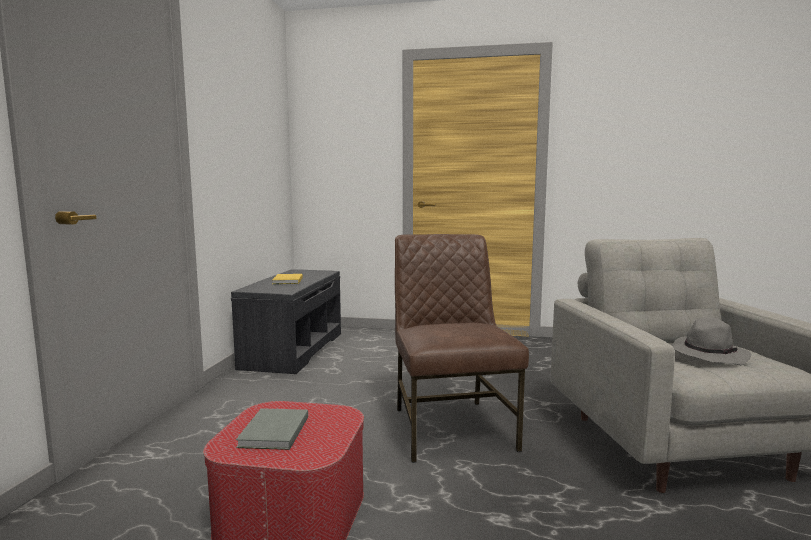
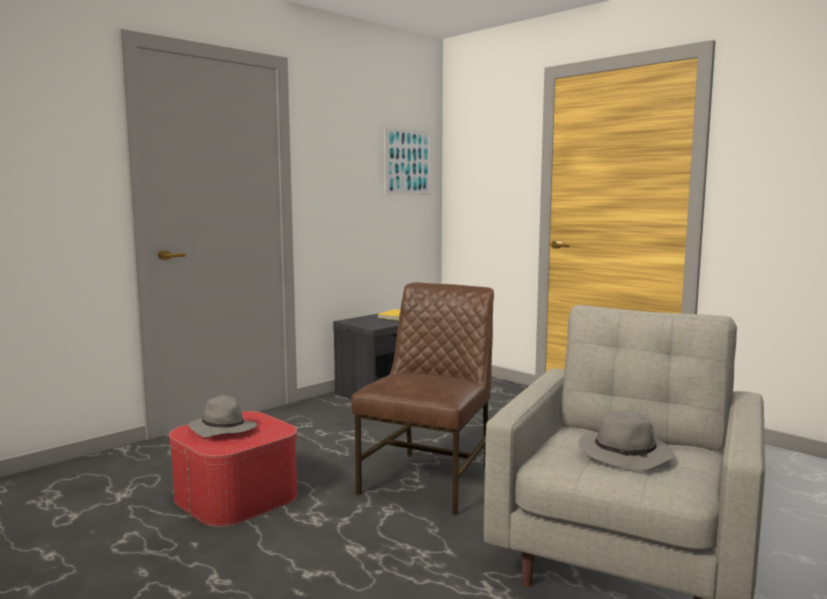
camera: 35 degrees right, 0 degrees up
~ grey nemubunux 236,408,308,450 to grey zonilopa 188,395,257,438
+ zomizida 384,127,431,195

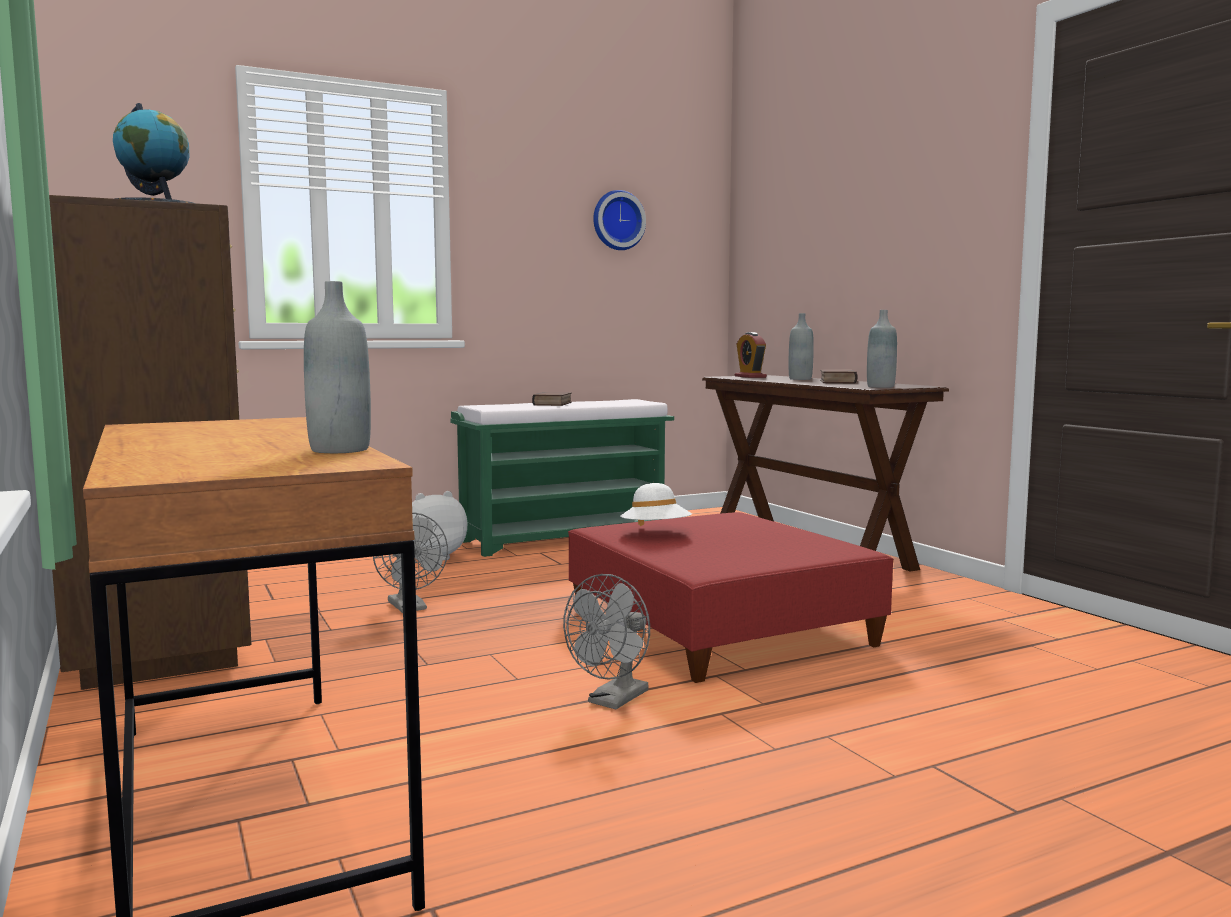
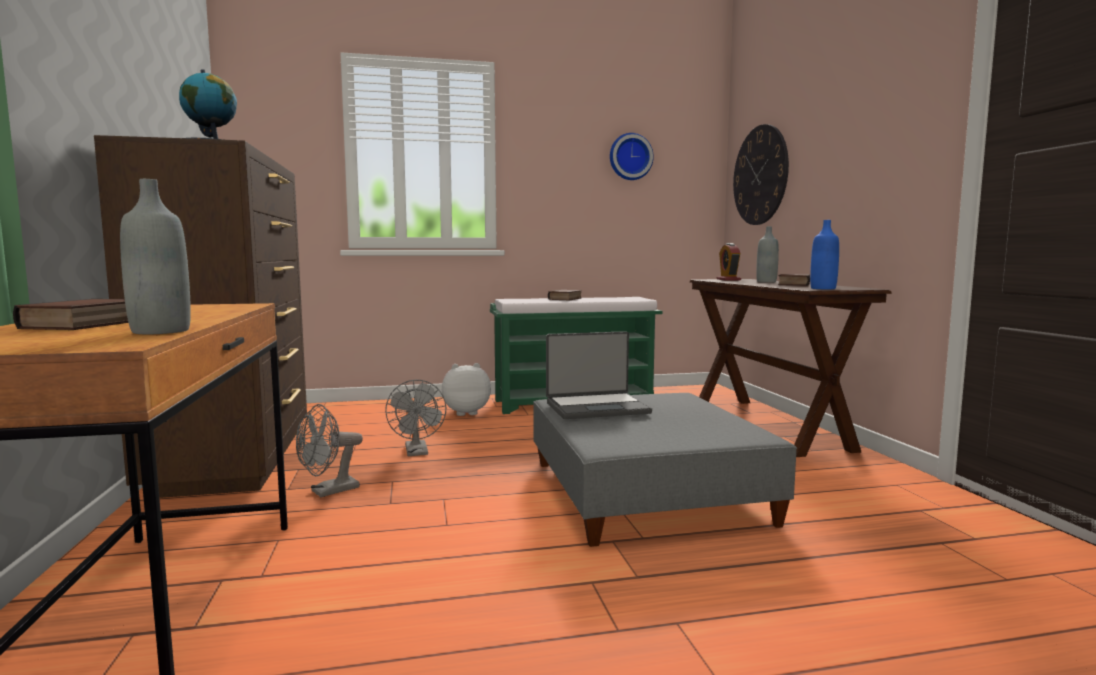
camera: 15 degrees right, 0 degrees up
+ nemubunux 13,299,128,330
~ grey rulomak 563,574,650,709 to 296,404,363,497
~ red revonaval 568,512,894,683 to grey revonaval 533,393,797,547
~ white zonilopa 620,483,692,526 to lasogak 546,331,652,419
+ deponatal 733,124,789,225
~ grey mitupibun 867,310,897,388 to blue mitupibun 810,220,839,290

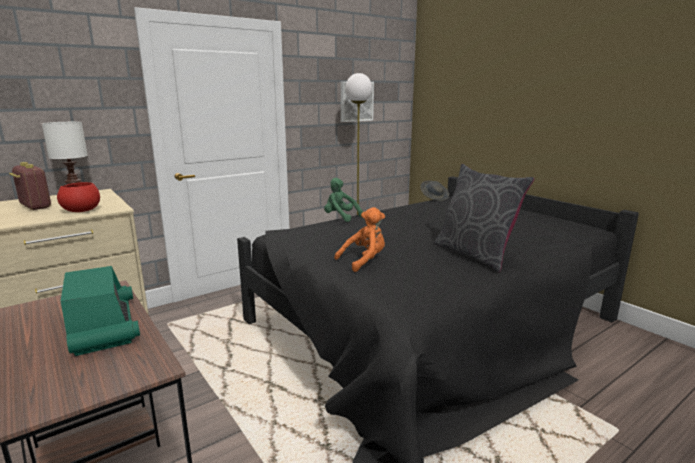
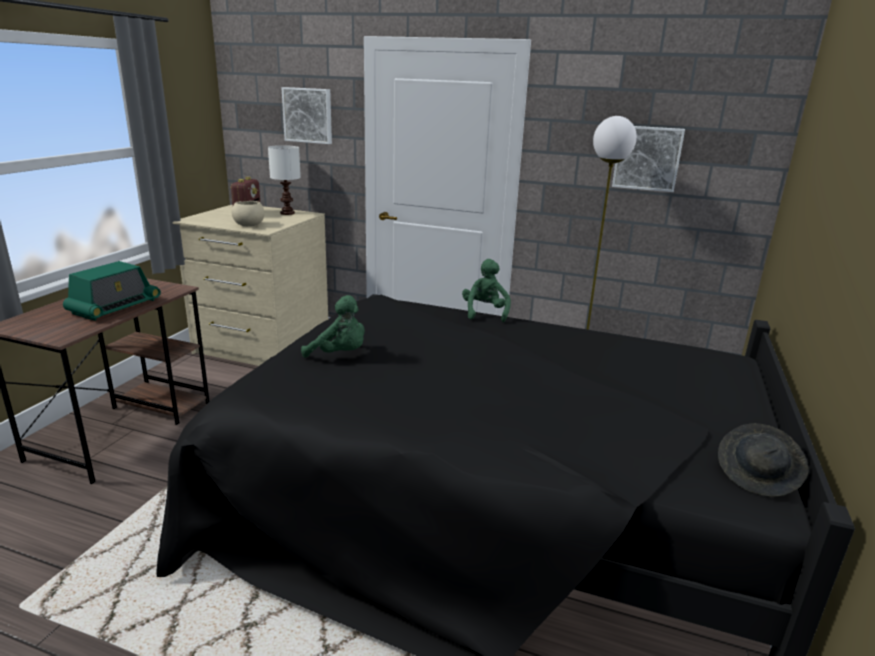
camera: 55 degrees right, 5 degrees up
~ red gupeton 57,182,100,212 to beige gupeton 231,201,264,226
+ zomizida 281,87,332,144
~ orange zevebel 334,207,385,272 to green zevebel 301,295,365,358
~ grey zonilopa 420,180,449,201 to 718,423,809,497
- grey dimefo 434,164,534,272

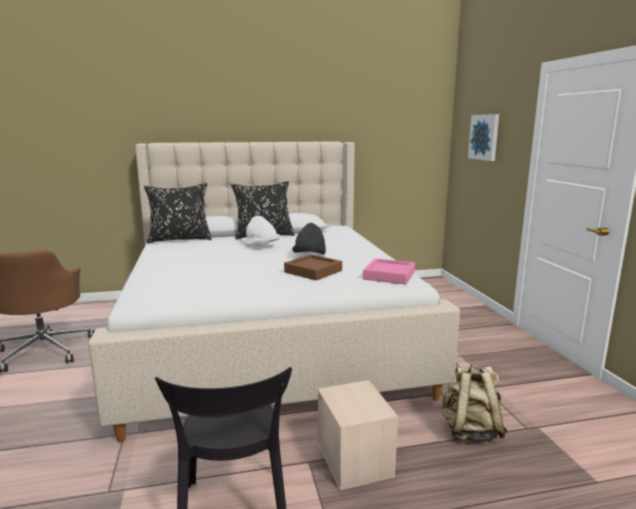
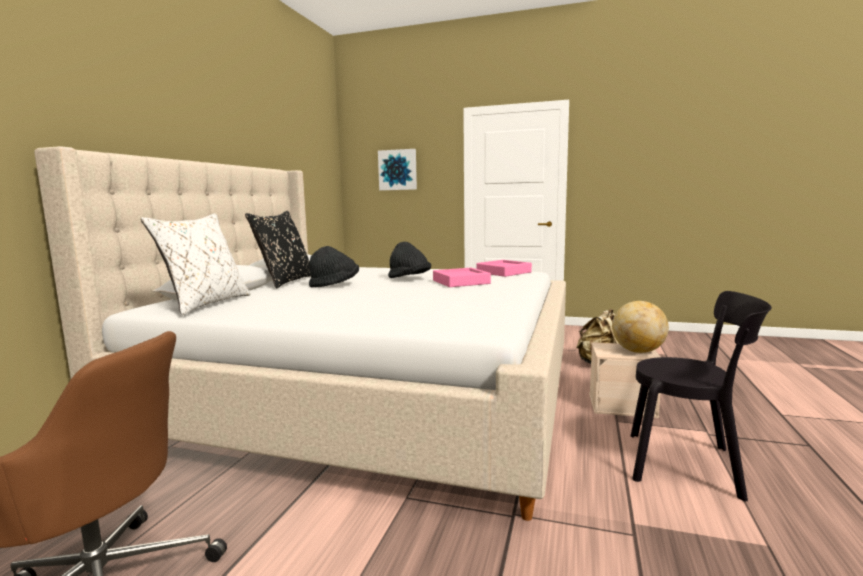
camera: 60 degrees left, 5 degrees down
~ black dimefo 144,183,212,243 to white dimefo 141,213,250,315
~ white zonilopa 245,216,280,246 to black zonilopa 309,246,359,287
~ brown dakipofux 284,254,342,280 to pink dakipofux 433,268,491,287
+ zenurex 612,301,669,353

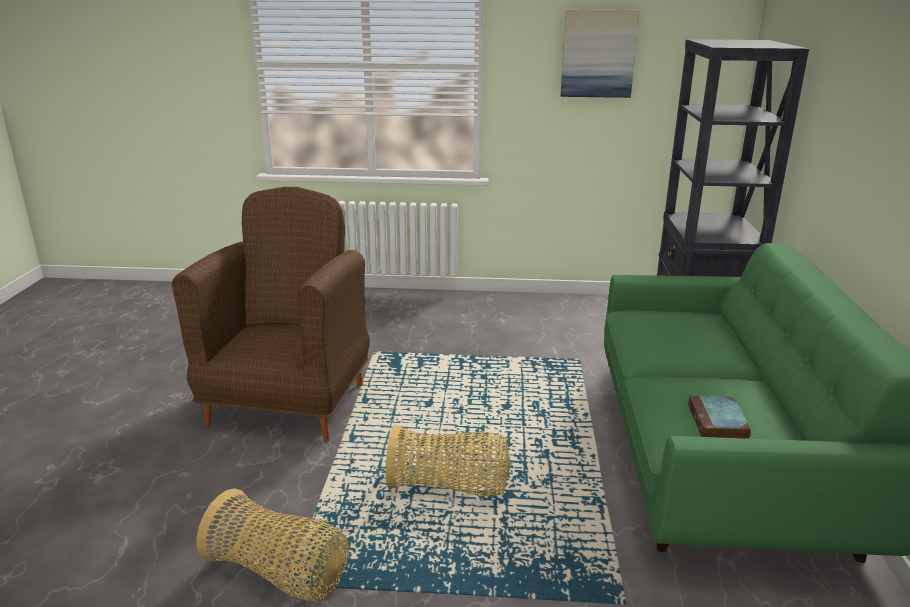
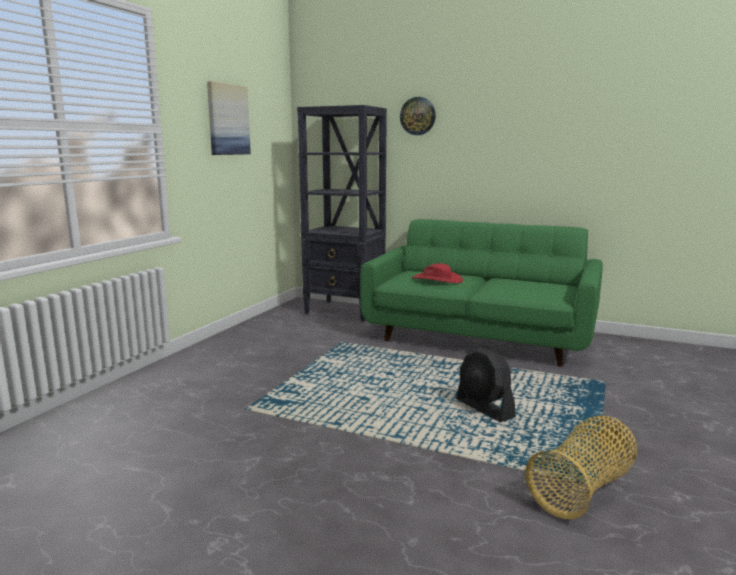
camera: 70 degrees left, 10 degrees down
+ deponatal 400,97,436,135
+ red zonilopa 412,263,463,283
~ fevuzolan 386,424,511,496 to black rulomak 456,348,516,422
- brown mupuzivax 172,187,370,441
- nemubunux 688,395,752,439

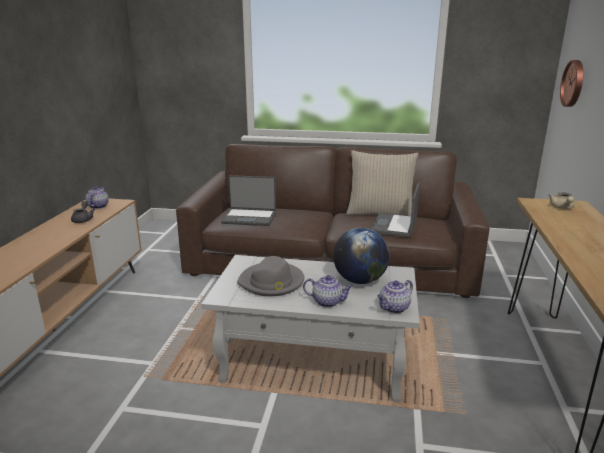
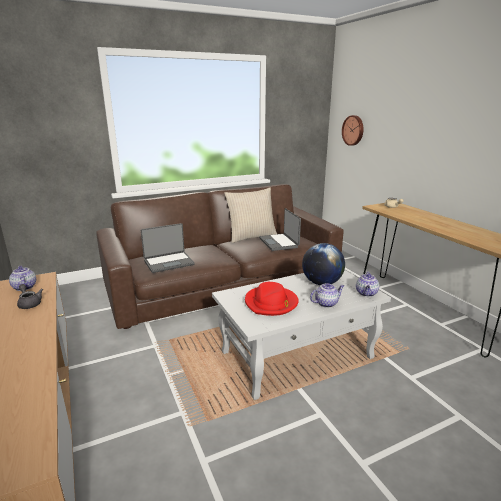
camera: 35 degrees left, 0 degrees up
~ grey zonilopa 237,256,304,296 to red zonilopa 245,282,299,316

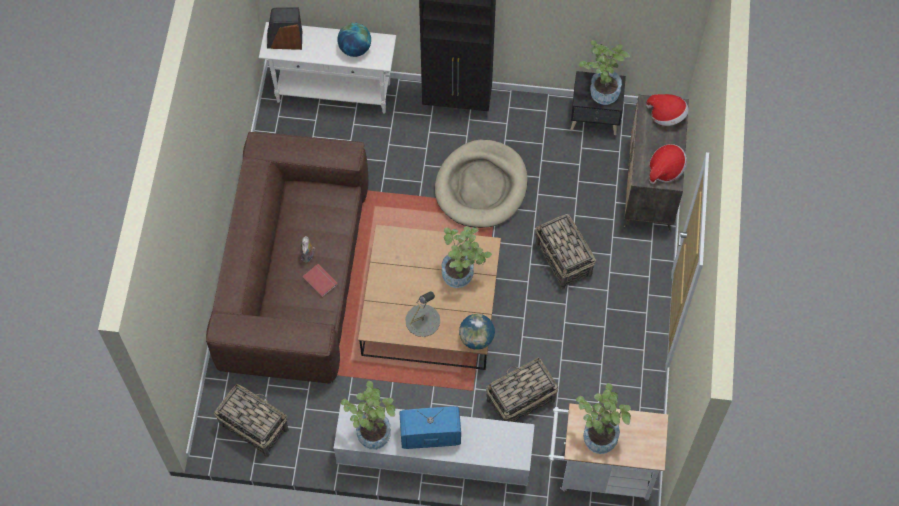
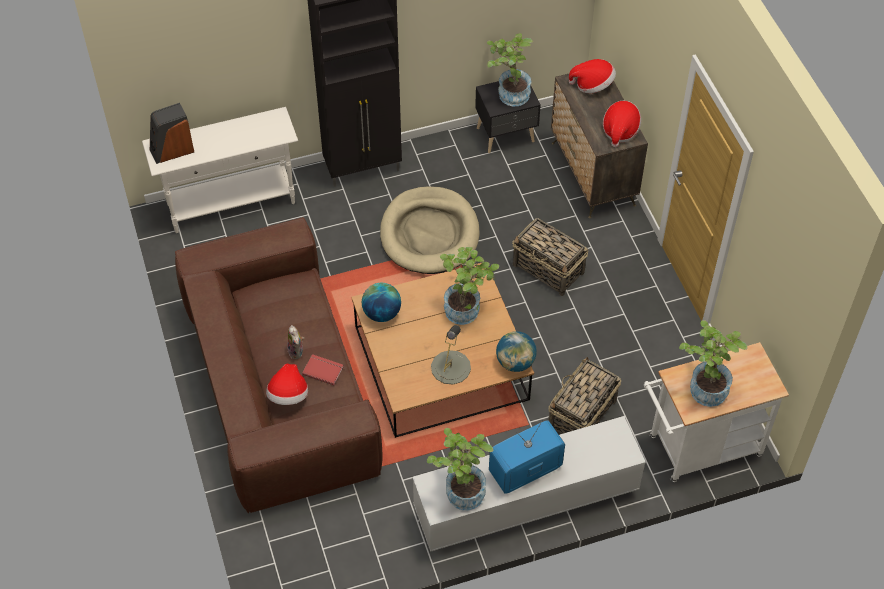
camera: 25 degrees left, 10 degrees down
+ zonilopa 266,364,308,405
~ zenurex 337,23,371,57 to 362,283,401,322
- fevuzolan 214,384,289,457

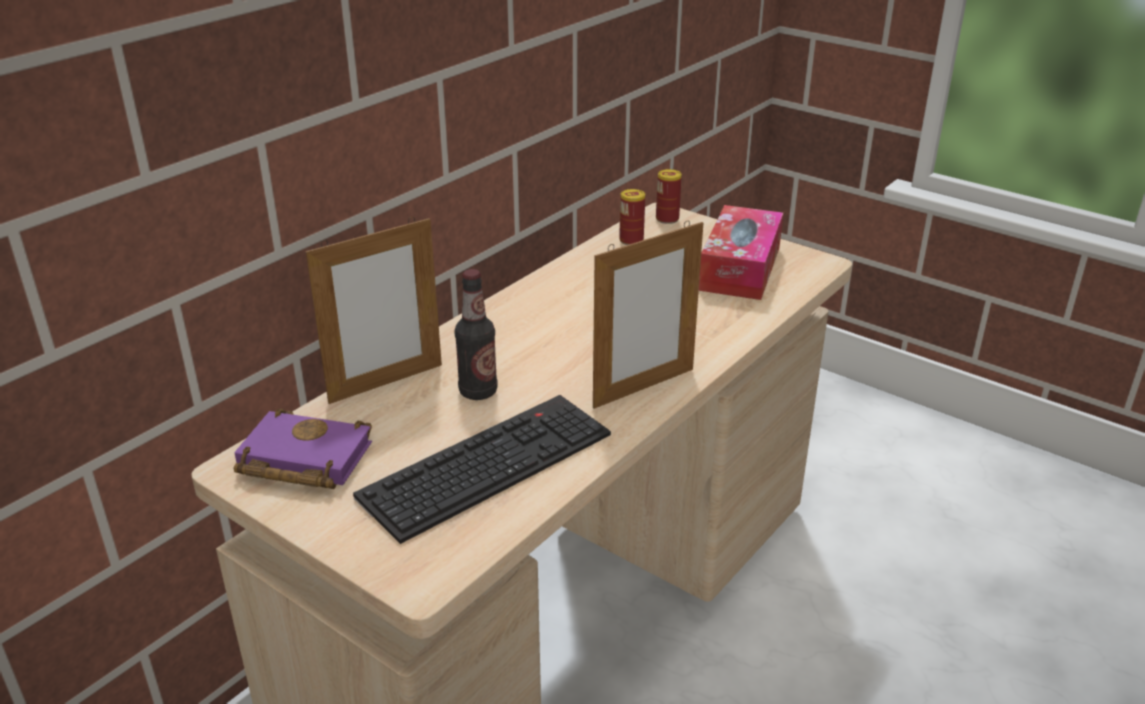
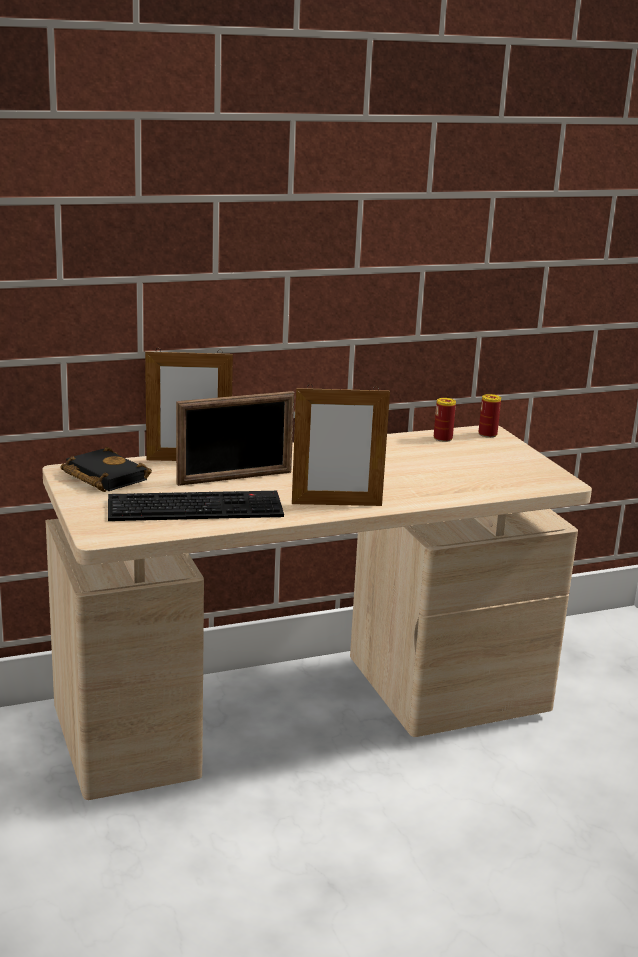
camera: 30 degrees right, 10 degrees down
~ purple nemubunux 233,409,372,489 to black nemubunux 60,447,152,492
~ mitupibun 455,269,498,400 to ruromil 176,391,294,486
- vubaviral 699,205,783,300

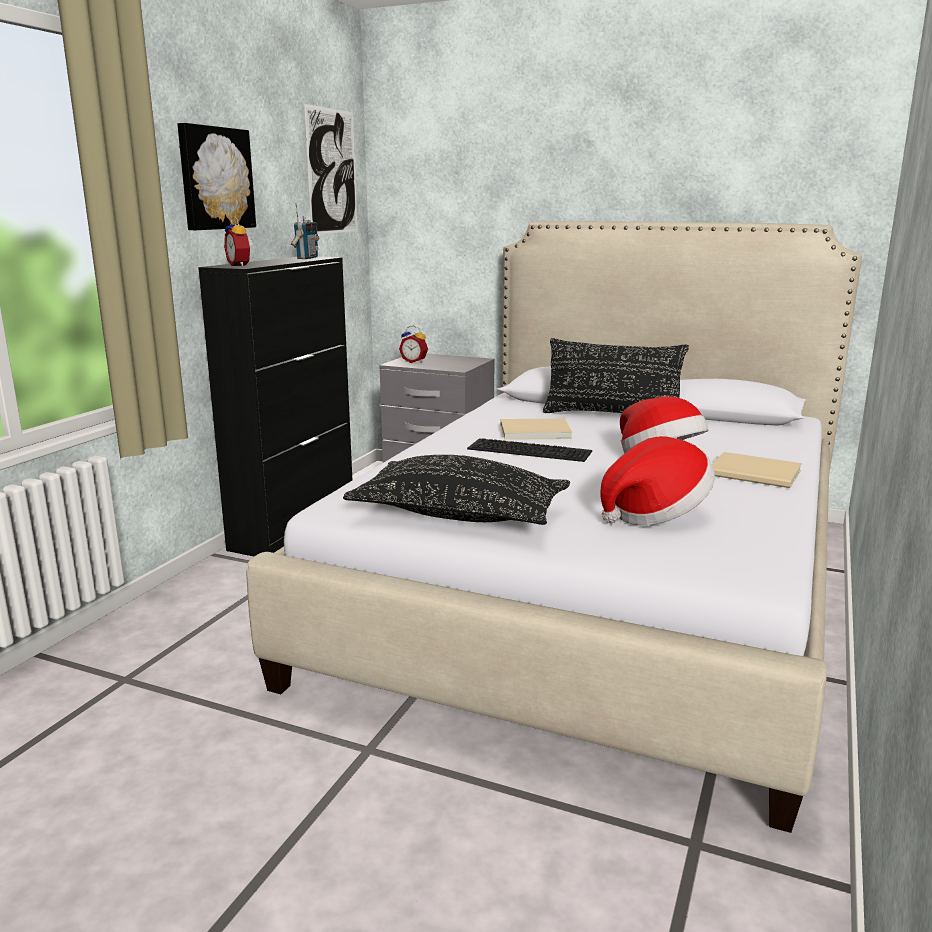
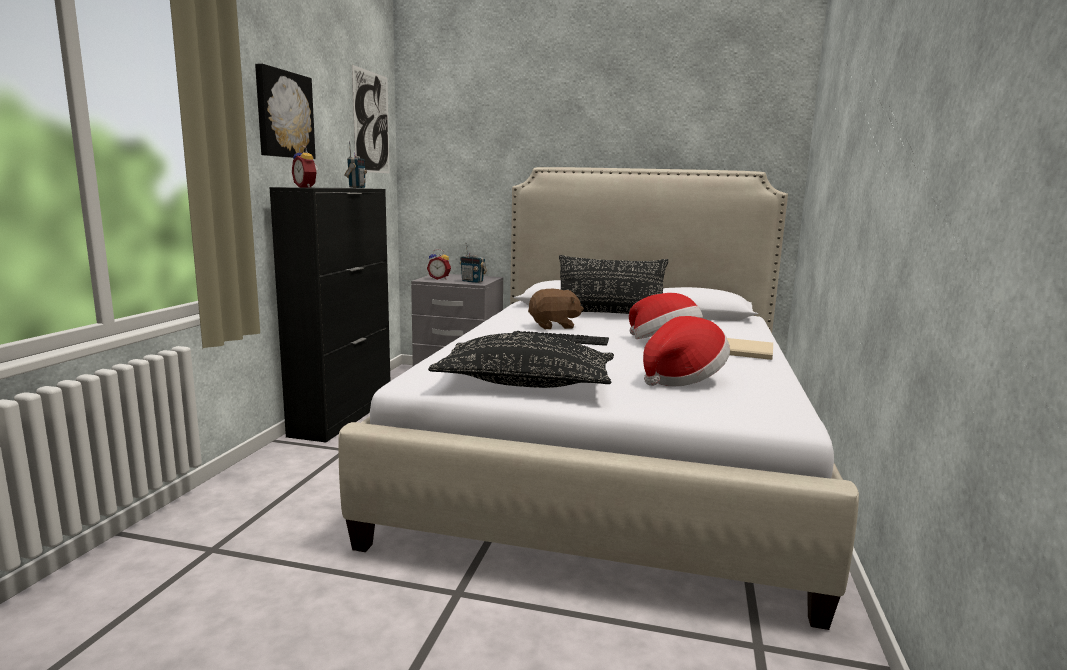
camera: 10 degrees left, 5 degrees down
+ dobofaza 460,243,487,283
~ beige nemubunux 500,419,572,440 to brown zevebel 528,289,584,329

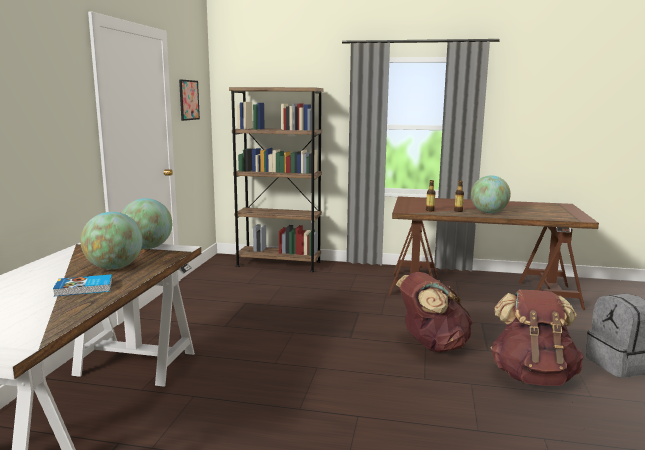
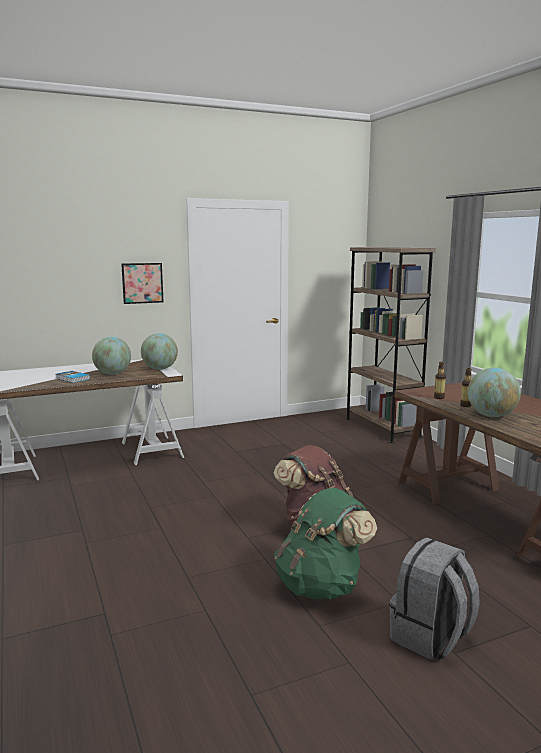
camera: 55 degrees right, 0 degrees up
~ zomizida 179,79,200,121 to 121,263,164,304
~ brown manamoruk 490,290,583,386 to green manamoruk 274,488,377,599

